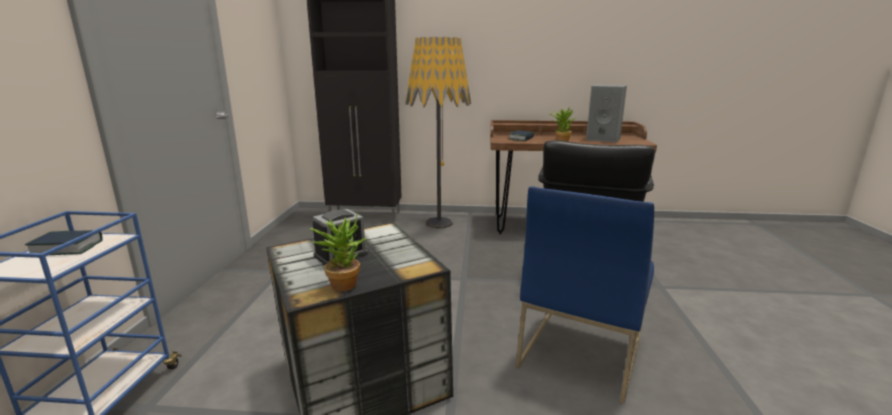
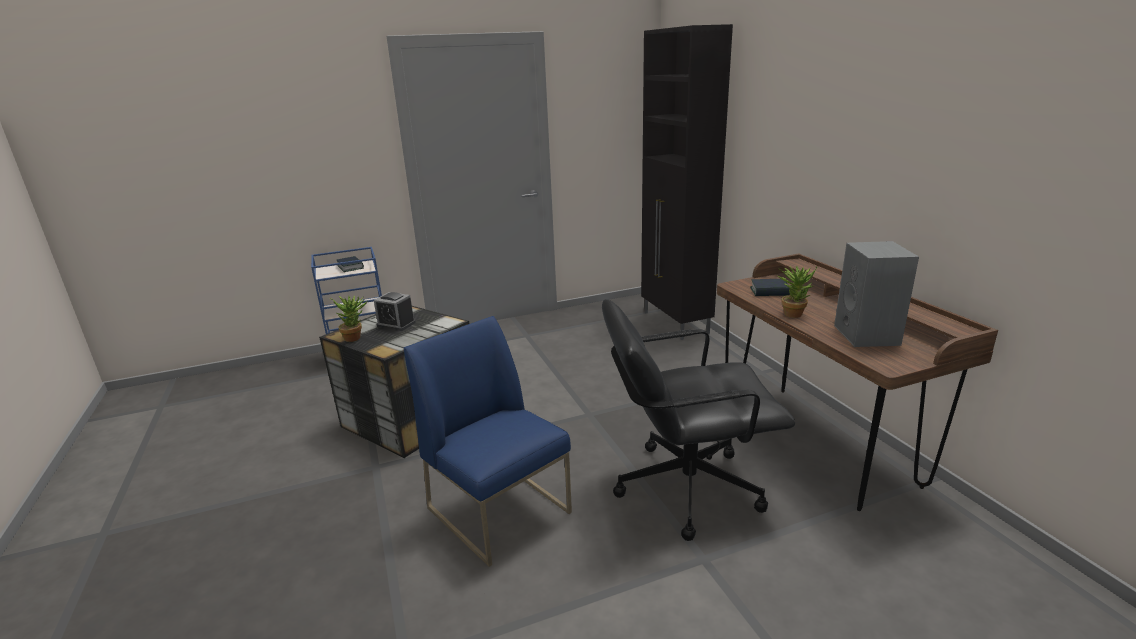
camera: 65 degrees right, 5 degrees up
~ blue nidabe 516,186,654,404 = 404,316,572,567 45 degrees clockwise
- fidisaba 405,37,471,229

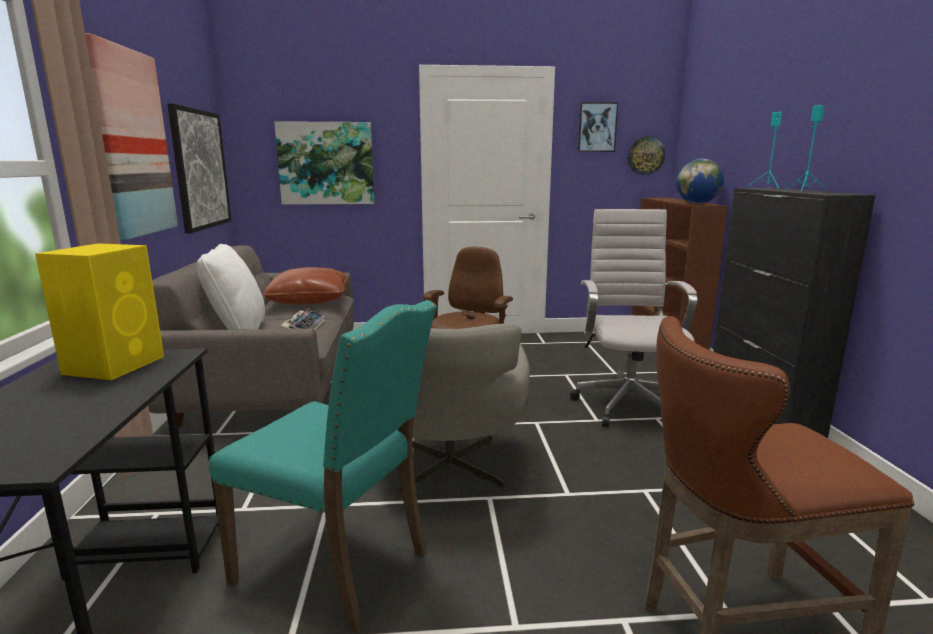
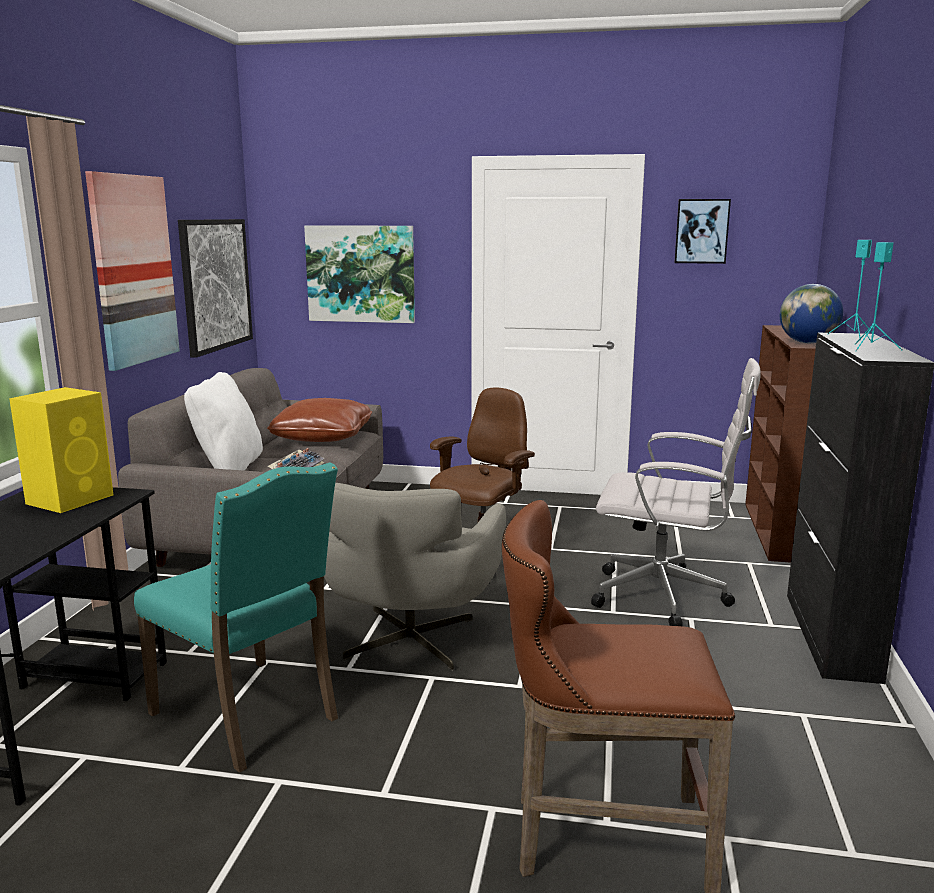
camera: 15 degrees right, 0 degrees up
~ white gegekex 570,209,698,427 = 591,358,760,626 90 degrees clockwise
- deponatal 628,136,665,175

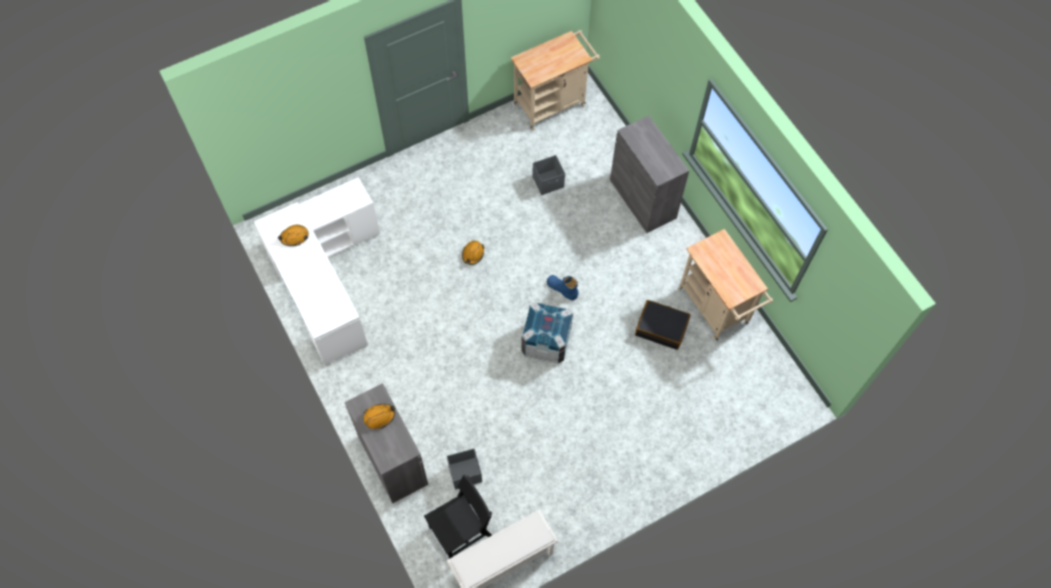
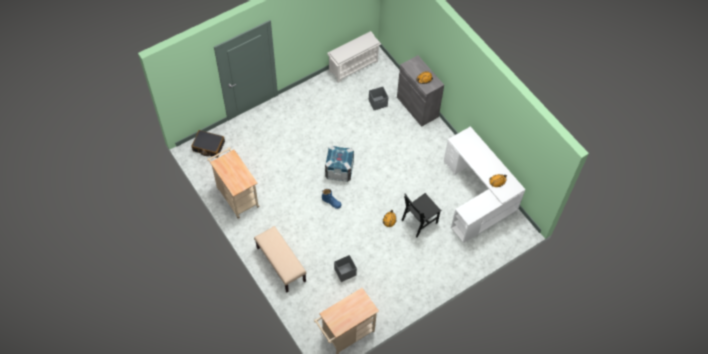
camera: 175 degrees right, 5 degrees down
~ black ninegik 635,300,690,350 to 191,130,225,158
~ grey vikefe 610,116,689,233 to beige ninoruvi 254,226,306,292
~ black nidabe 424,474,492,559 to 401,193,442,238

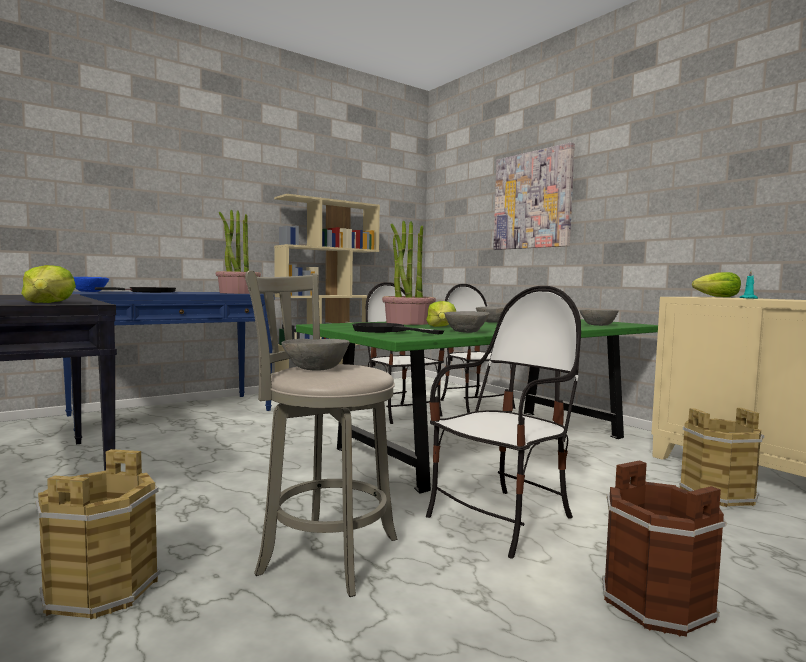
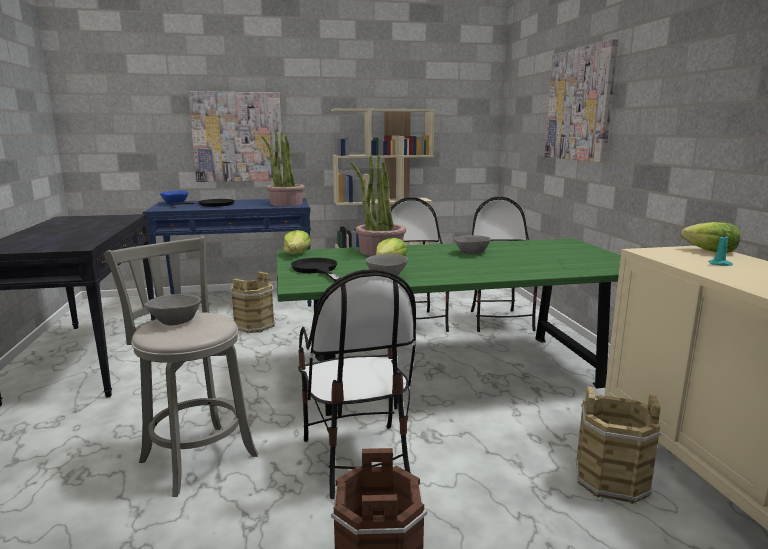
camera: 25 degrees right, 10 degrees up
+ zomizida 188,91,283,182
~ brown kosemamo 36,449,160,619 to 231,272,276,333
~ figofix 21,265,76,303 to 283,230,311,254
~ nidabe 426,286,581,558 = 298,269,416,499 90 degrees clockwise
- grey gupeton 579,309,619,326

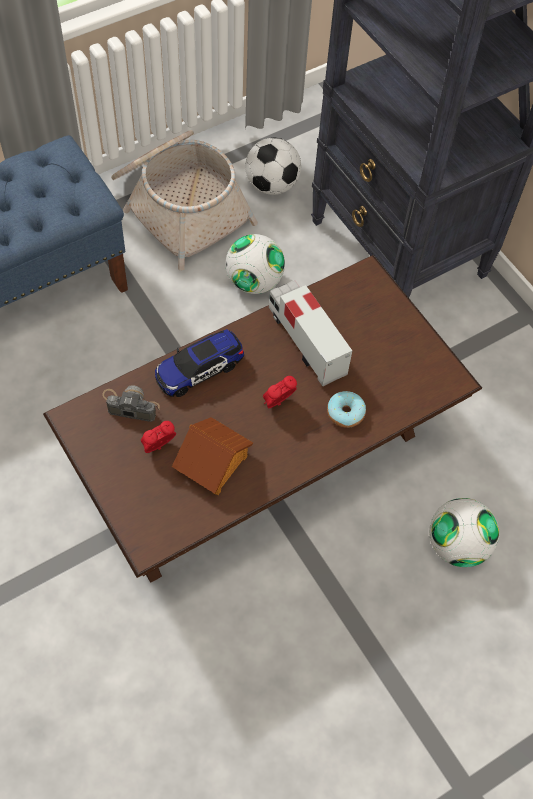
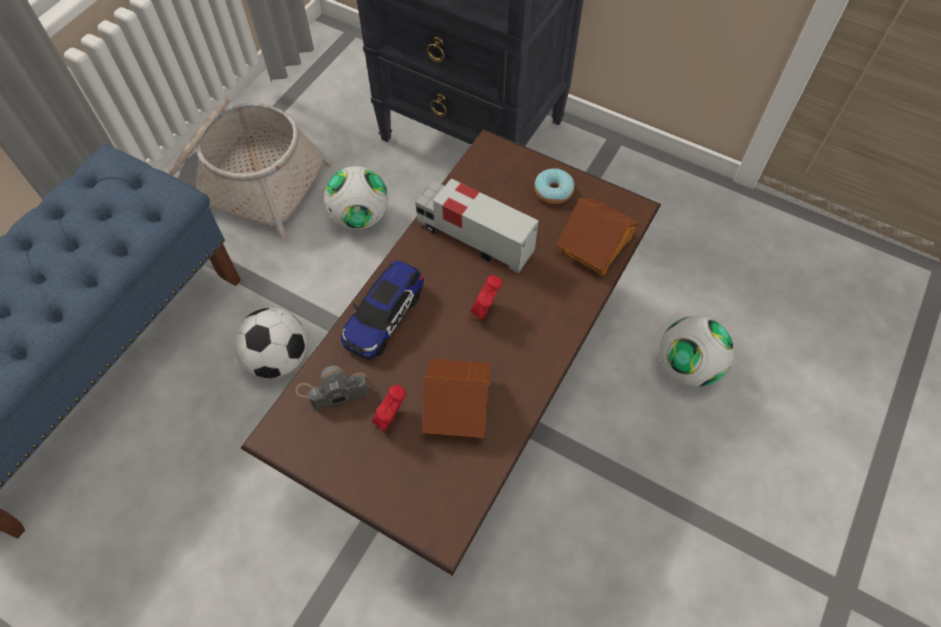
camera: 25 degrees left, 0 degrees up
~ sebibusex 245,137,301,195 to 234,308,307,379
~ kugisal 327,391,366,428 to 534,168,574,204
+ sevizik 557,198,640,276

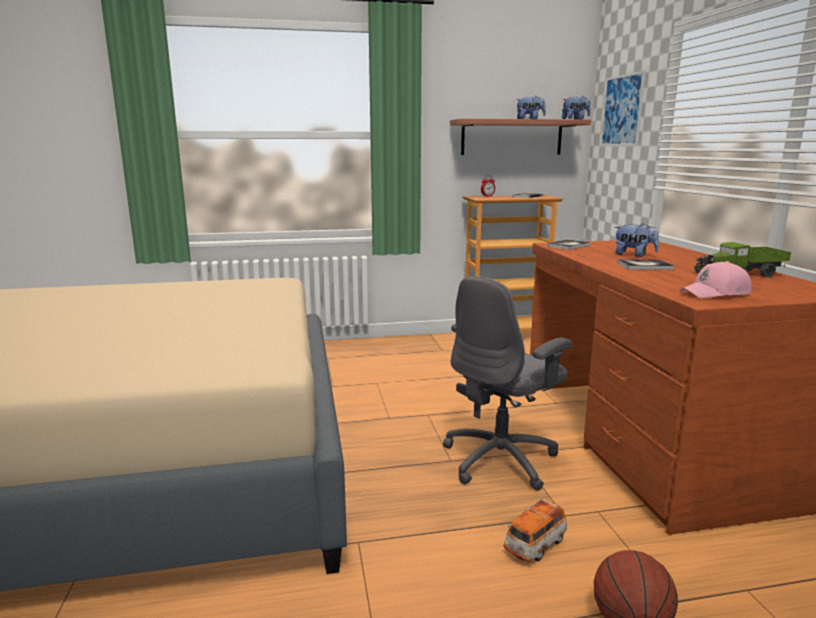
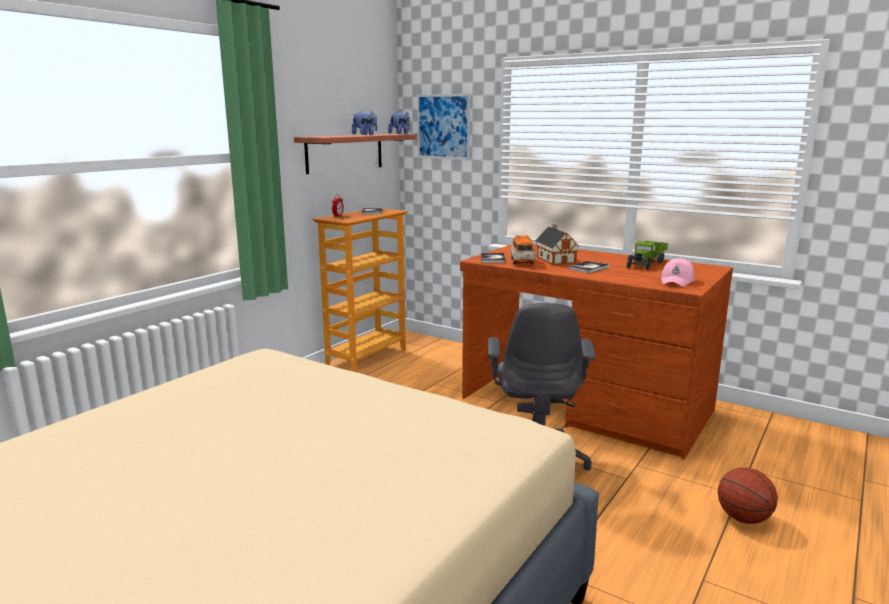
camera: 45 degrees left, 0 degrees up
~ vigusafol 504,498,567,562 to 511,235,536,264
~ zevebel 614,223,659,257 to sevizik 535,224,580,265

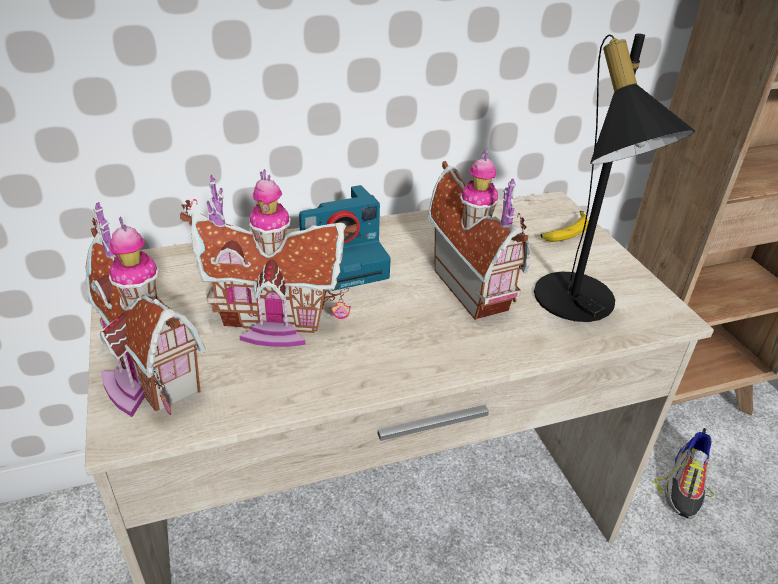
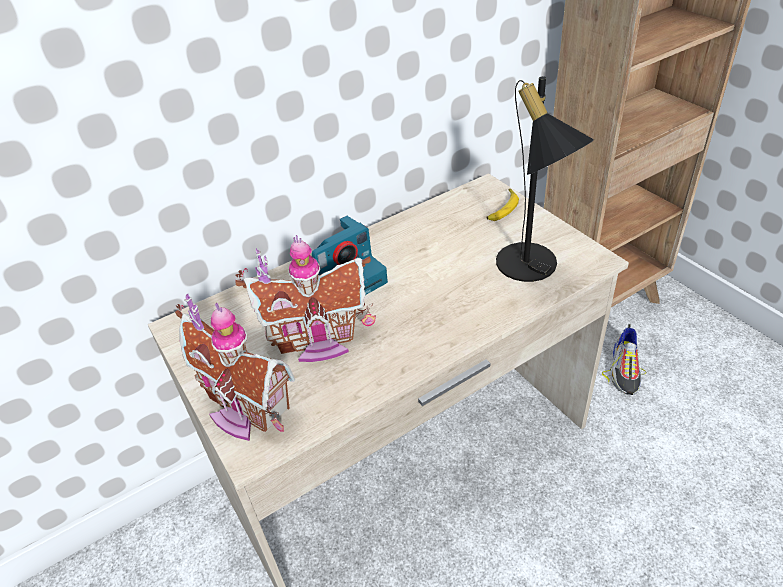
camera: 10 degrees left, 5 degrees up
- sevizik 427,149,531,320

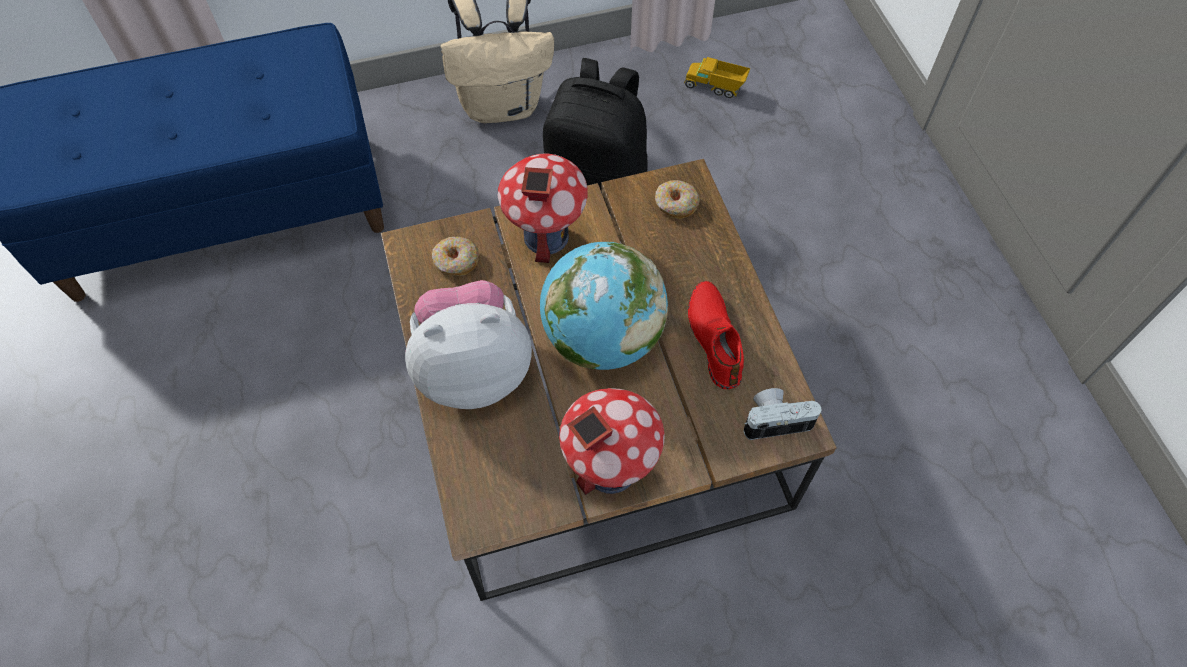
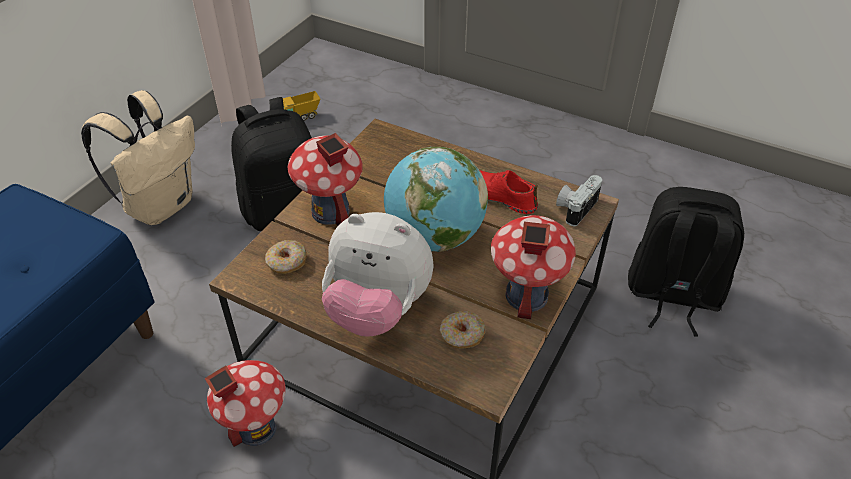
camera: 45 degrees left, 15 degrees down
+ sevizik 204,360,285,447
~ zevebel 405,280,532,409 = 322,212,434,337 105 degrees counterclockwise
~ kugisal 655,180,700,219 to 440,311,485,349
+ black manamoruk 628,187,744,336

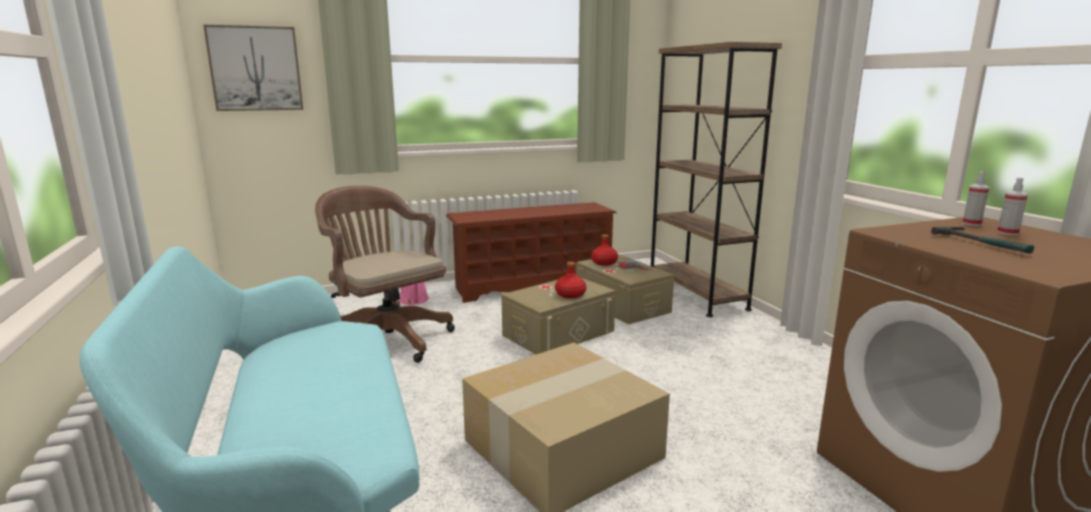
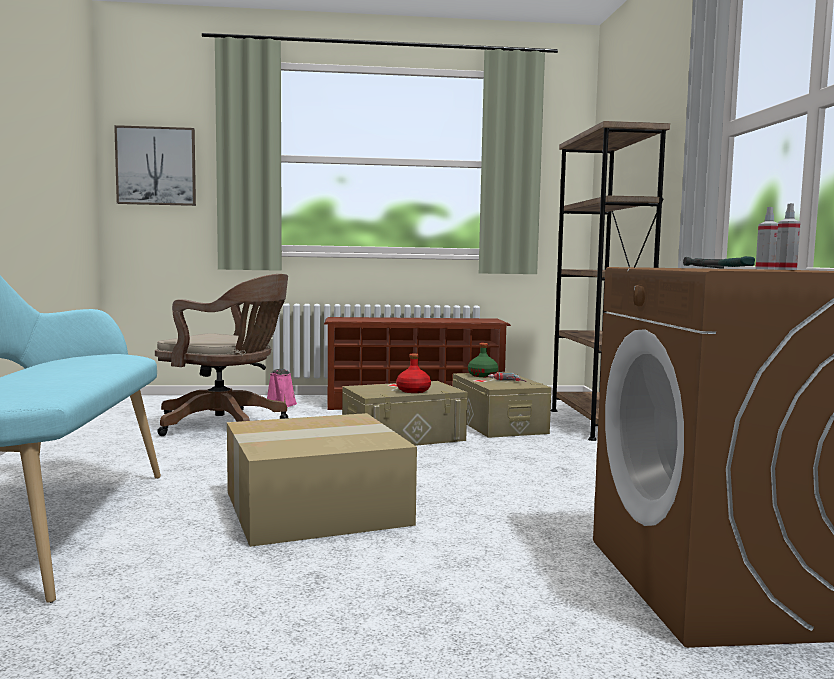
camera: 15 degrees right, 10 degrees down
~ brown gegekex 315,186,455,363 = 155,274,288,436 135 degrees clockwise
~ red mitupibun 591,234,618,266 to green mitupibun 468,343,498,377

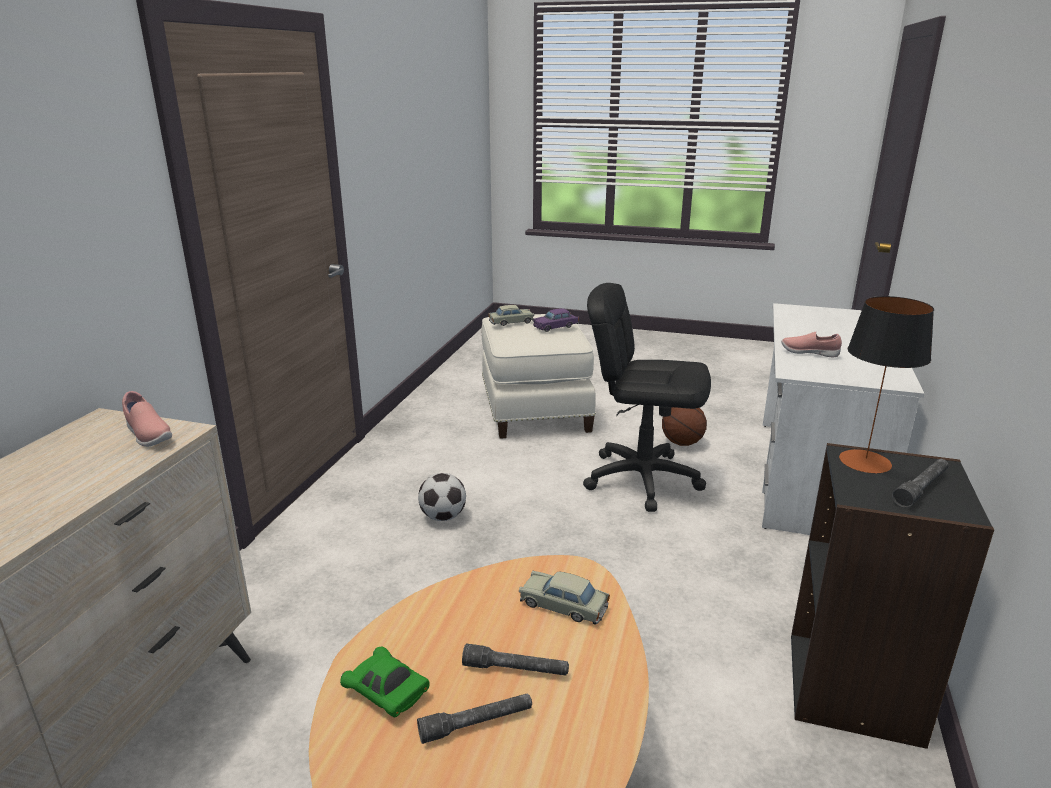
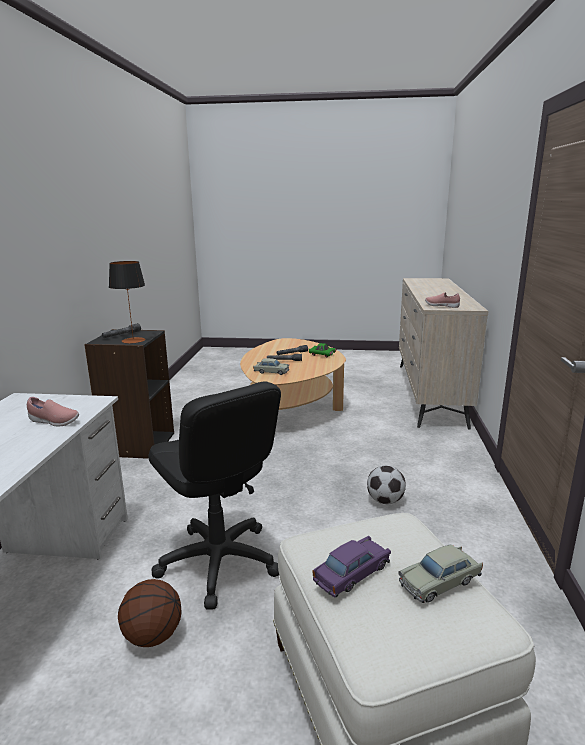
camera: 170 degrees right, 5 degrees down
~ black gegekex 583,283,711,512 = 148,382,281,610 45 degrees clockwise

